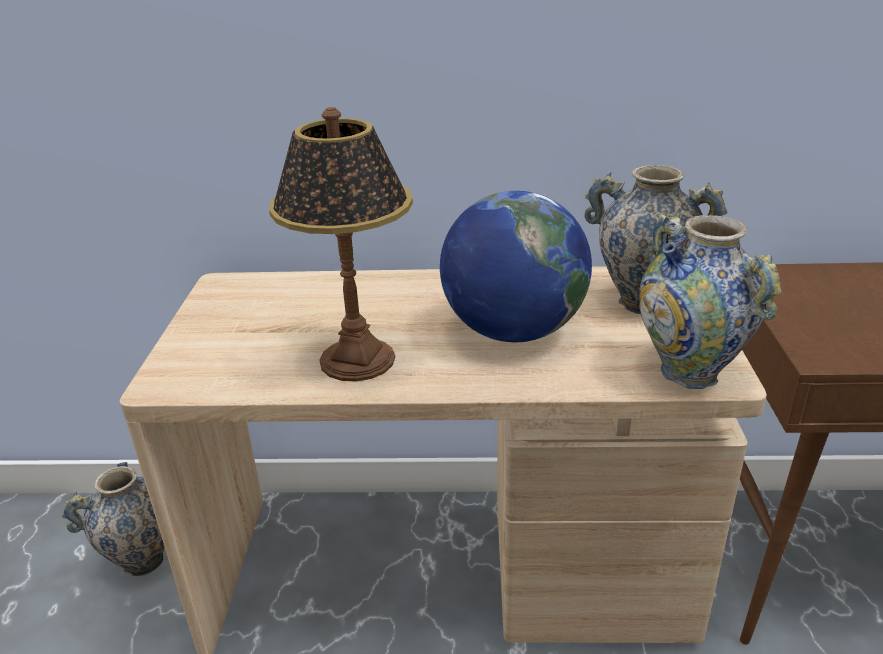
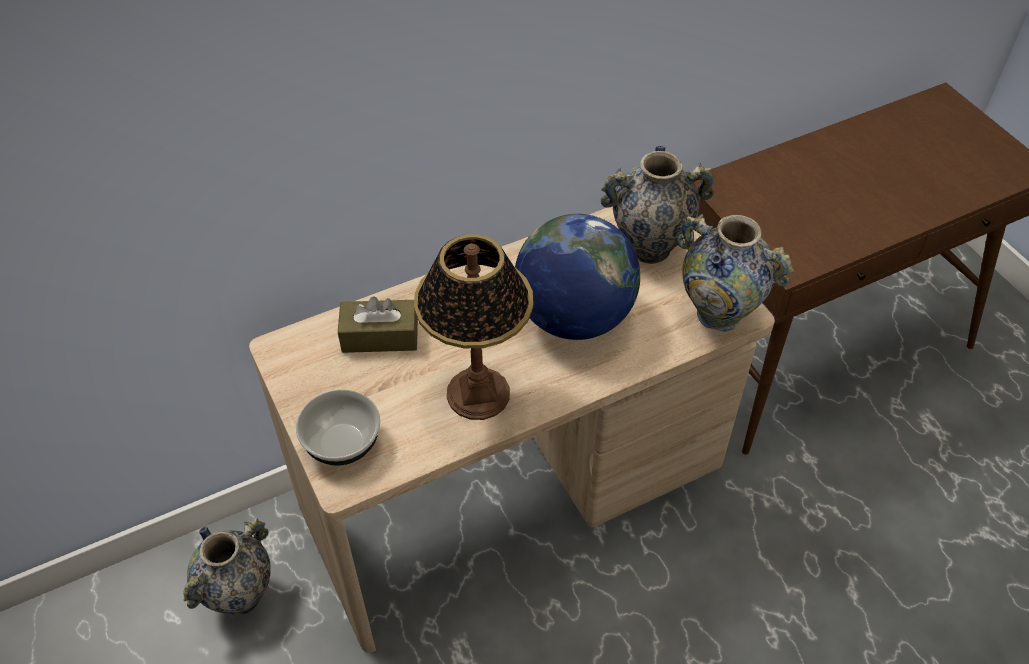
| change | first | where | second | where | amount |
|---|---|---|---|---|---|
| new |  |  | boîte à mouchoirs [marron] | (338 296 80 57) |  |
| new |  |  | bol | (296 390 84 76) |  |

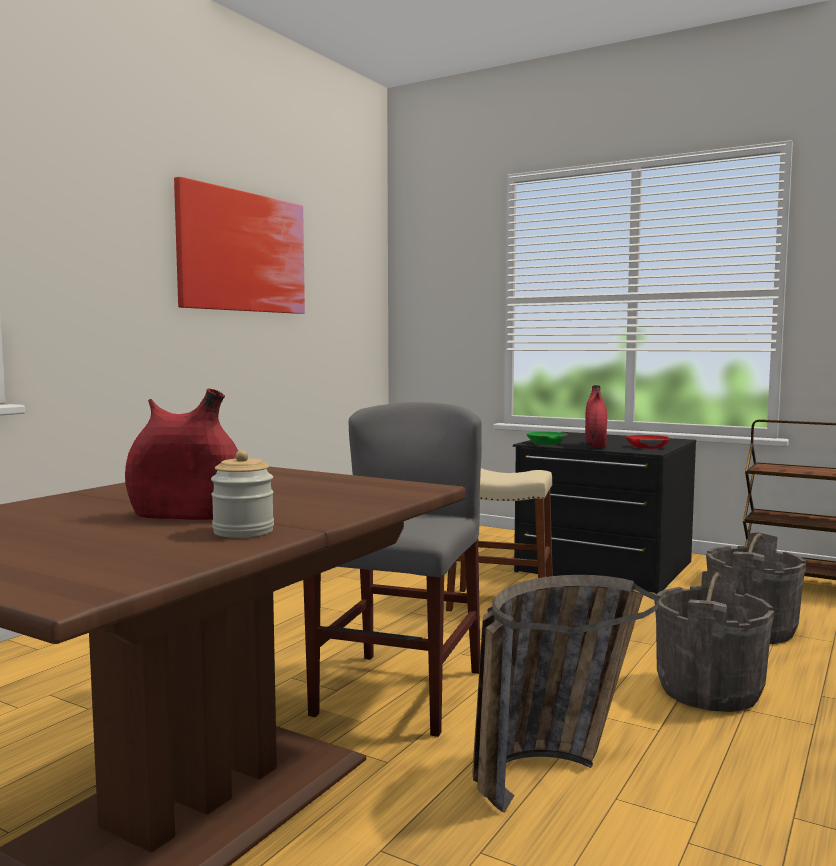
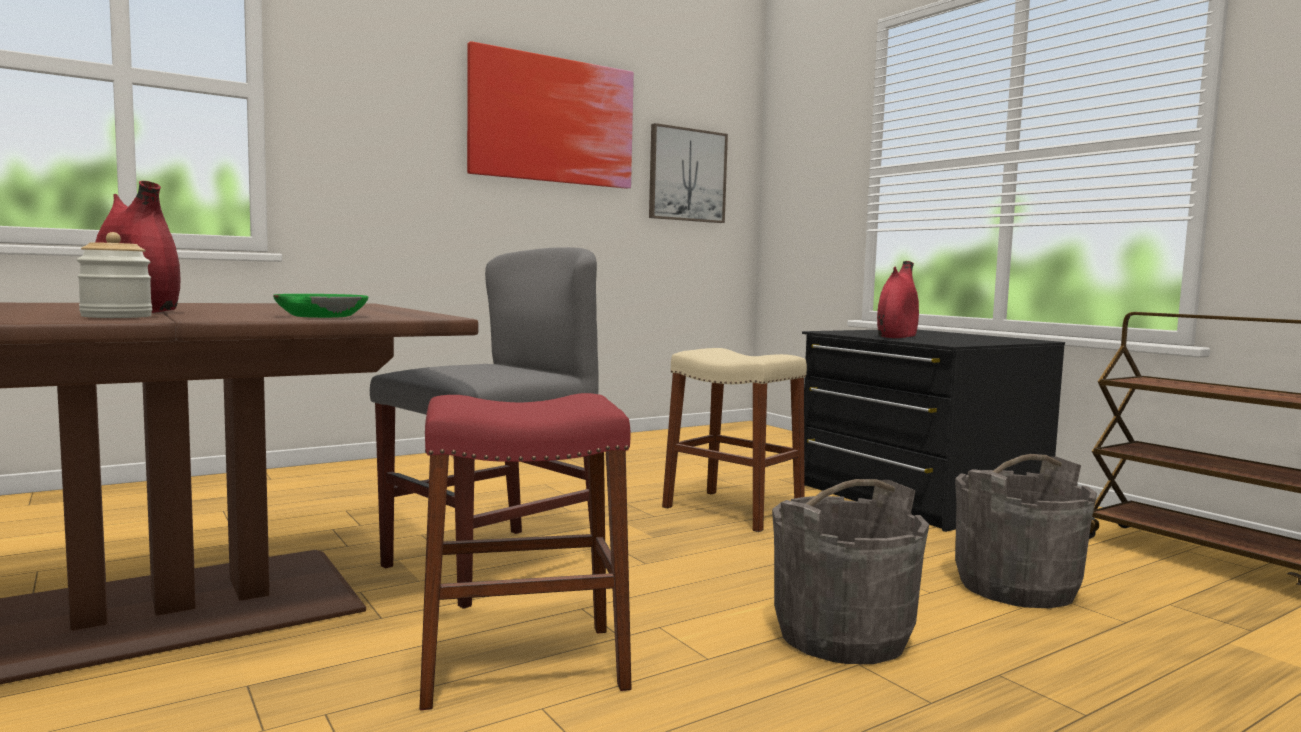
| change | first | where | second | where | amount |
|---|---|---|---|---|---|
| shifted | bol [vert] | (527 432 41 13) |  | (273 294 95 24) |  |
| gone | bol [rouge] | (626 435 44 14) |  |  |  |
| swapped | panier | (472 575 187 238) | tabouret [rouge] | (420 393 211 317) |  |
| new |  |  | tableau | (649 123 79 100) |  |

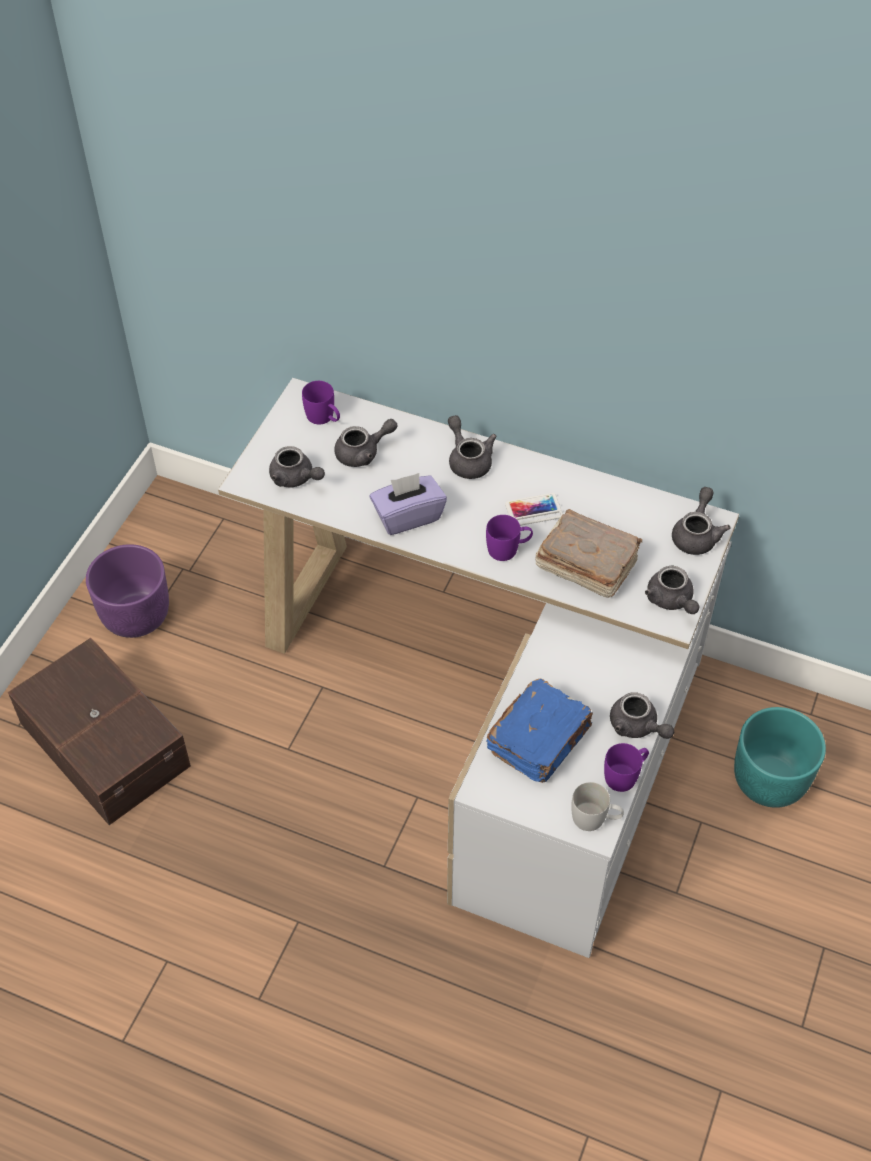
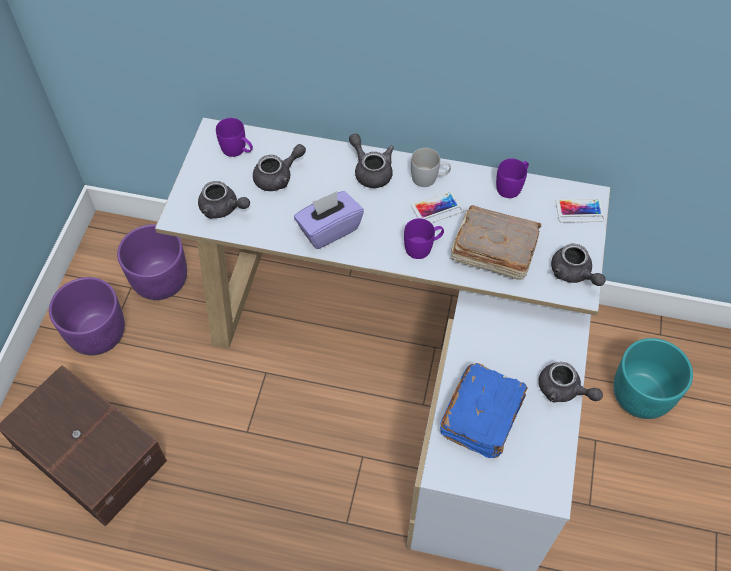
| change | first | where | second | where | amount |
|---|---|---|---|---|---|
| swapped | théière [gris] | (672 487 58 68) | téléphone | (556 198 50 25) |  |
| shifted | mug [violet] | (604 743 45 49) |  | (496 159 33 39) |  |
| shifted | mug [blanc] | (571 782 53 49) |  | (411 148 40 39) |  |
| new |  |  | cache-pot [violet] | (117 224 70 76) |  |

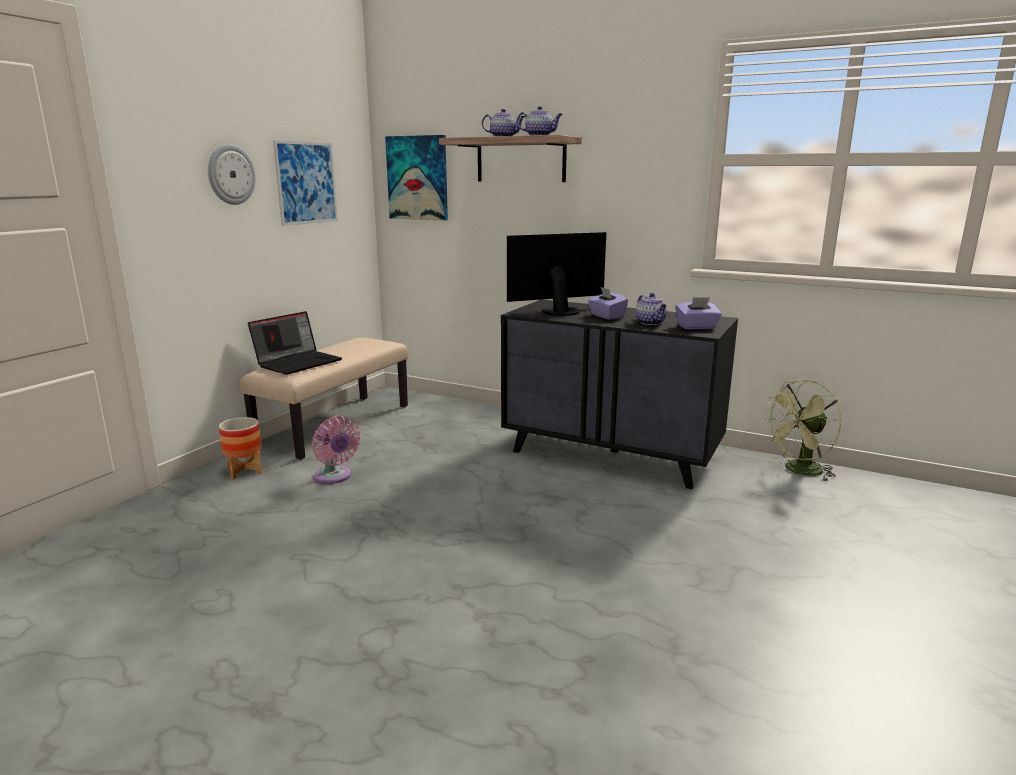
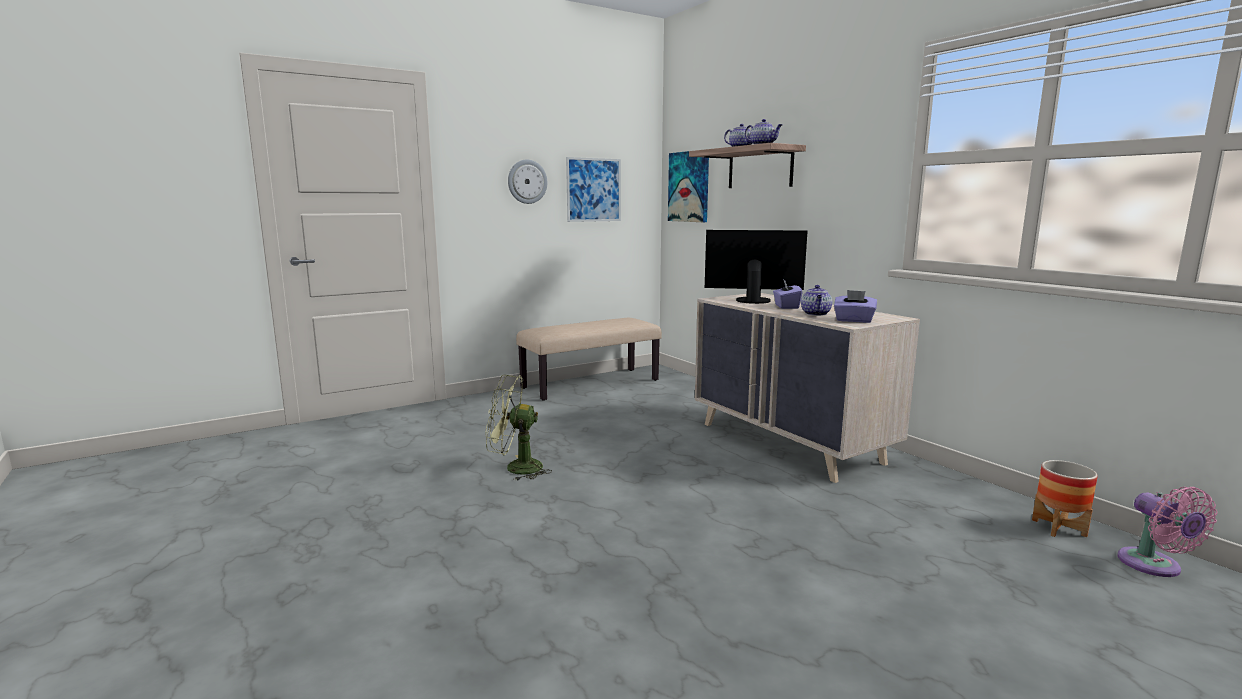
| change | first | where | second | where | amount |
|---|---|---|---|---|---|
| repainted | commode [noir] | (501 300 237 189) | commode [beige] | (695 293 225 190) |  |
| gone | ordinateur portable | (248 311 94 64) |  |  |  |
| shifted | ventilateur [vert] | (762 380 80 102) |  | (486 375 66 106) |  |
| shifted | ventilateur [rose] | (312 416 48 68) |  | (1117 487 100 90) |  |
| shifted | cache-pot | (219 417 43 62) |  | (1032 460 66 77) |  |

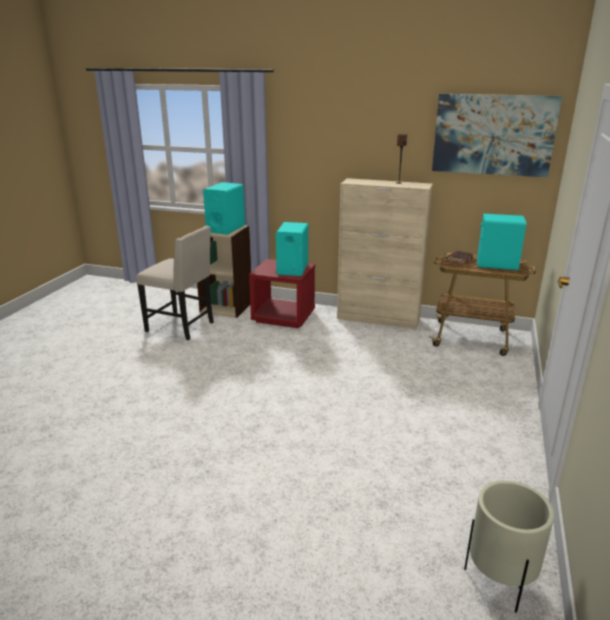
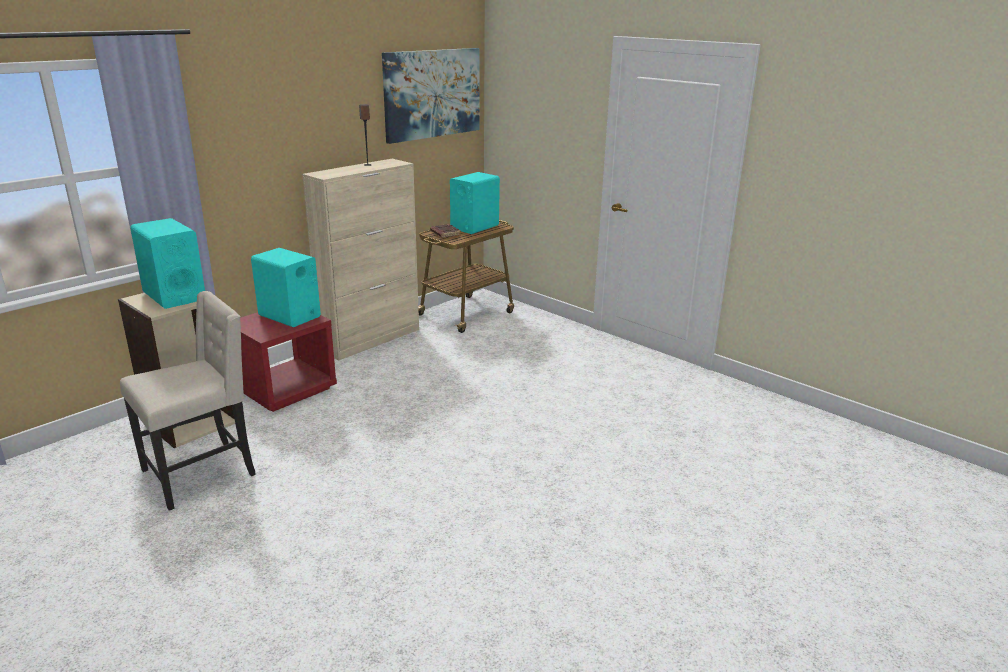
| change | first | where | second | where | amount |
|---|---|---|---|---|---|
| gone | cache-pot [beige] | (464 480 90 133) |  |  |  |

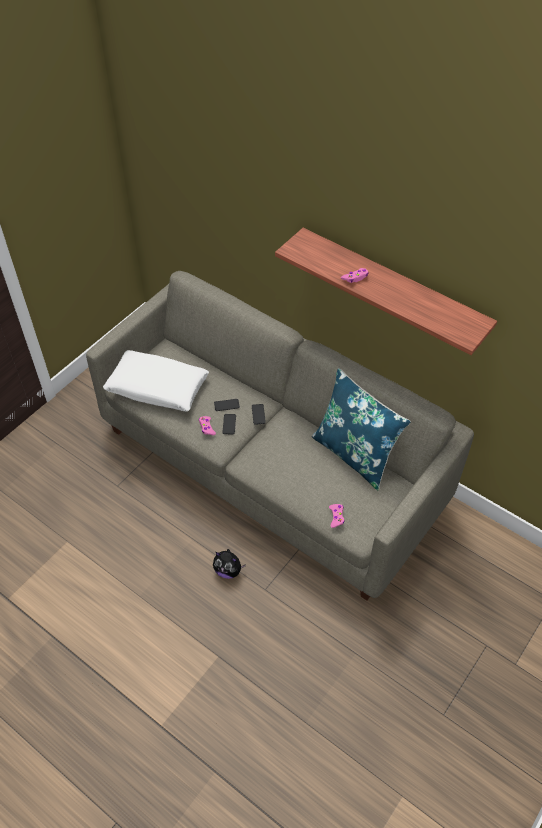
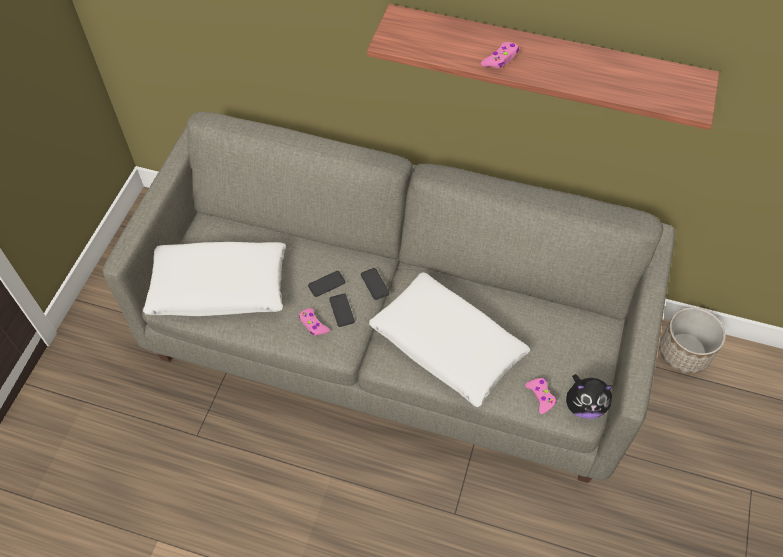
| change | first | where | second | where | amount |
|---|---|---|---|---|---|
| gone | coussin [bleu] | (312 368 99 122) |  |  |  |
| shifted | peluche | (213 549 33 30) |  | (566 374 47 45) |  |
| new |  |  | coussin [blanc] | (369 272 161 135) |  |
| new |  |  | cache-pot | (659 307 67 67) |  |

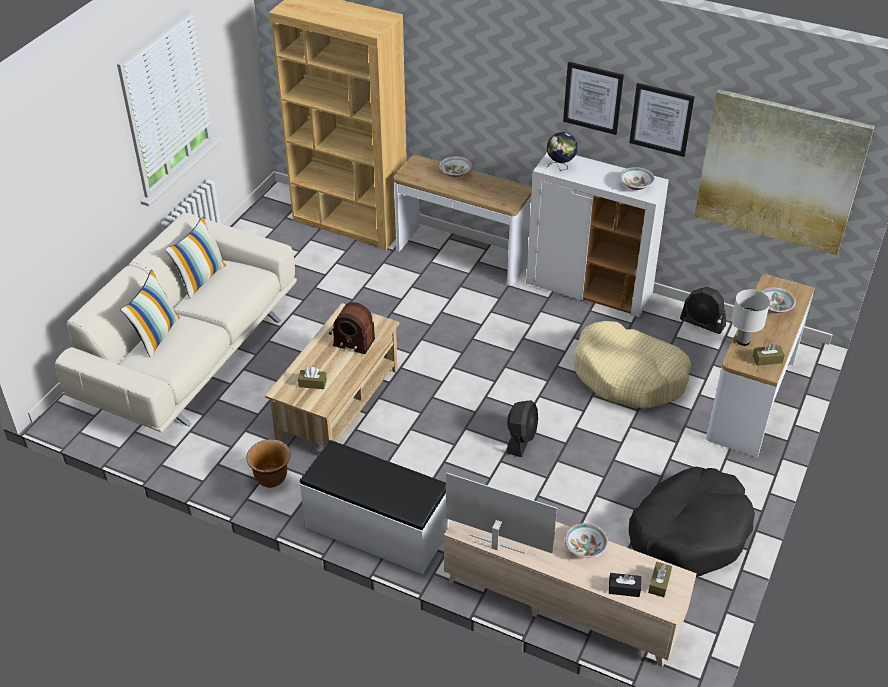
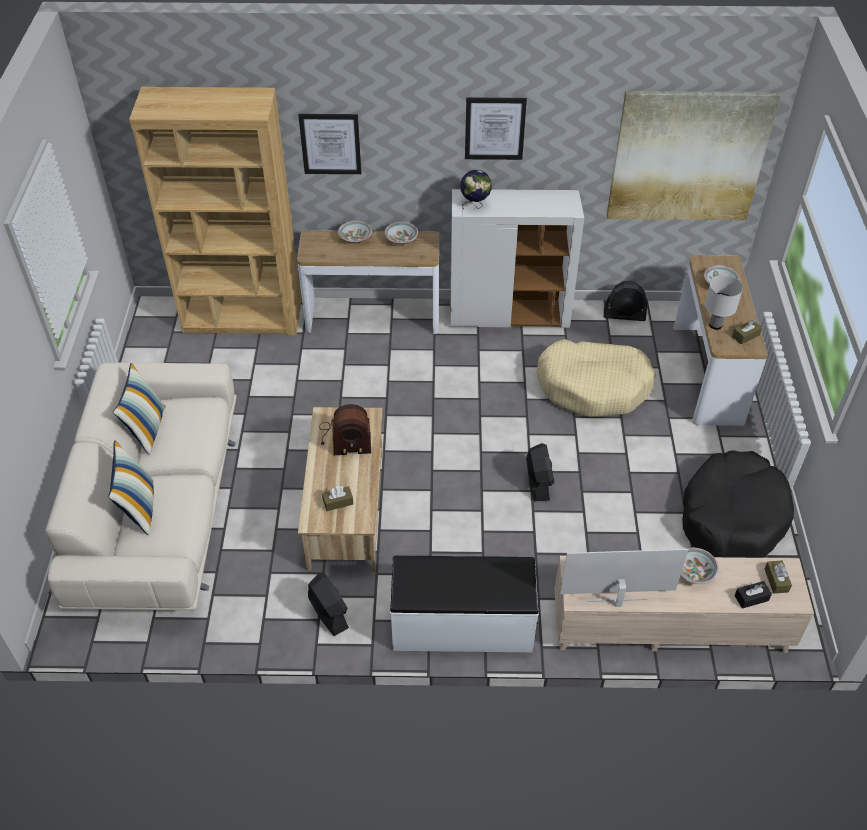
| change | first | where | second | where | amount |
|---|---|---|---|---|---|
| shifted | tableau | (629 83 66 74) |  | (298 114 63 60) |  |
| shifted | bol | (619 167 36 23) |  | (384 222 34 23) |  |
| swapped | cache-pot [marron] | (246 439 45 49) | ventilateur [noir] | (308 573 41 63) |  |

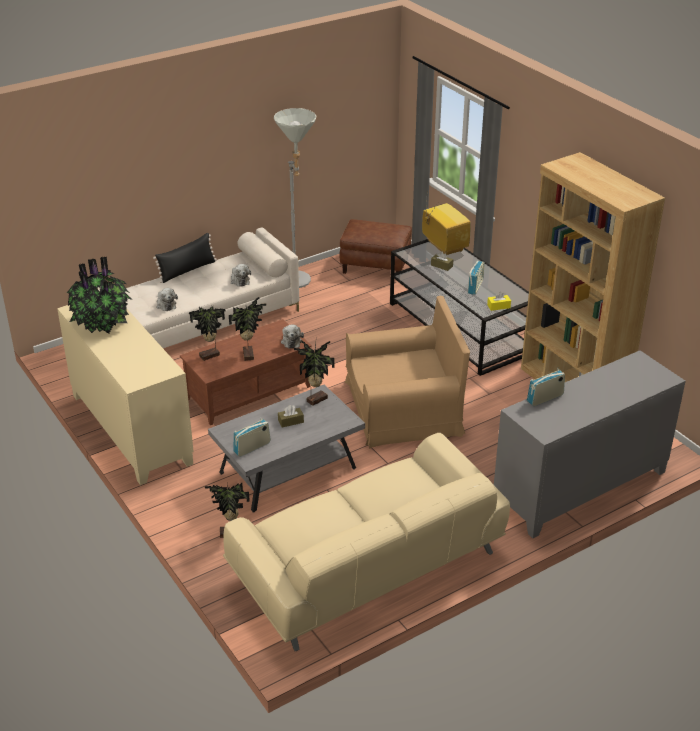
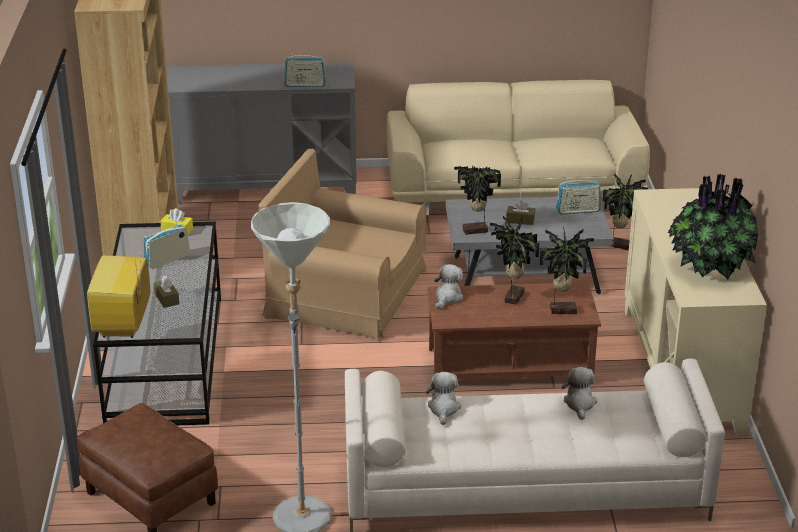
| change | first | where | second | where | amount |
|---|---|---|---|---|---|
| gone | coussin [noir] | (153 233 64 50) |  |  |  |

